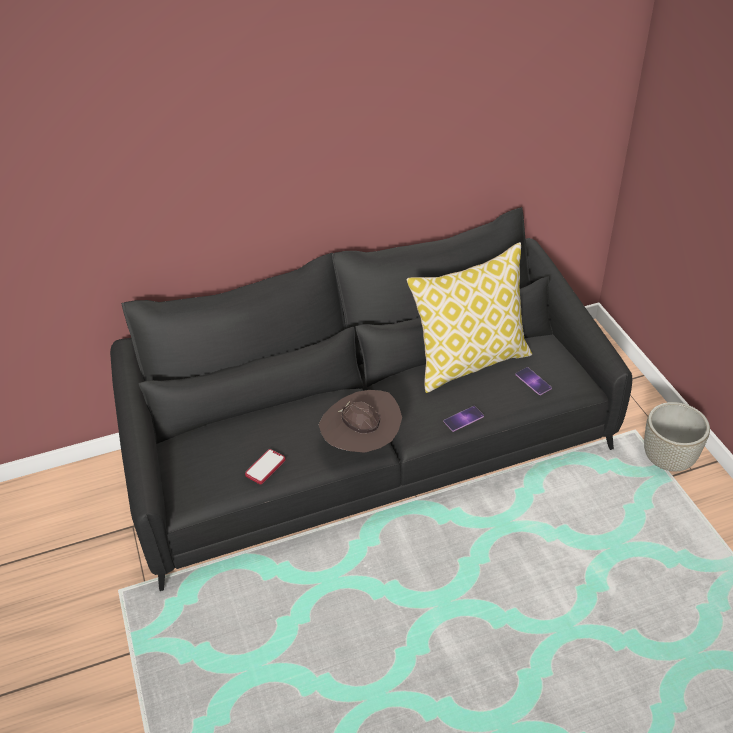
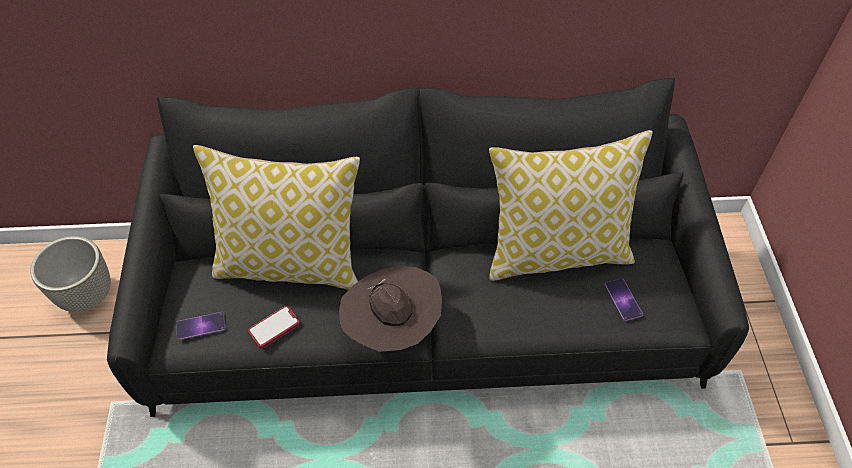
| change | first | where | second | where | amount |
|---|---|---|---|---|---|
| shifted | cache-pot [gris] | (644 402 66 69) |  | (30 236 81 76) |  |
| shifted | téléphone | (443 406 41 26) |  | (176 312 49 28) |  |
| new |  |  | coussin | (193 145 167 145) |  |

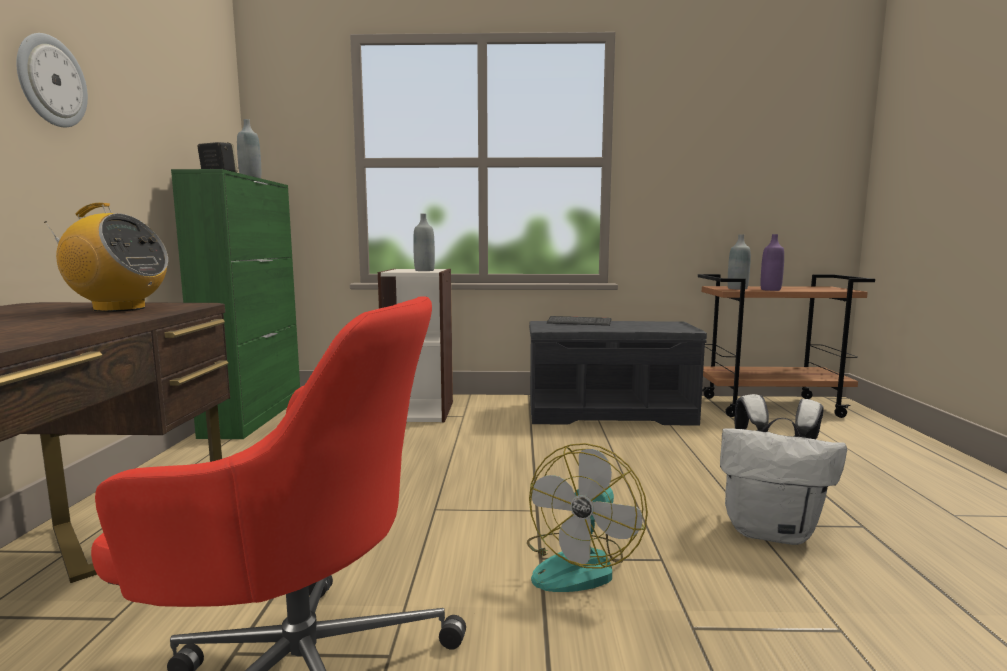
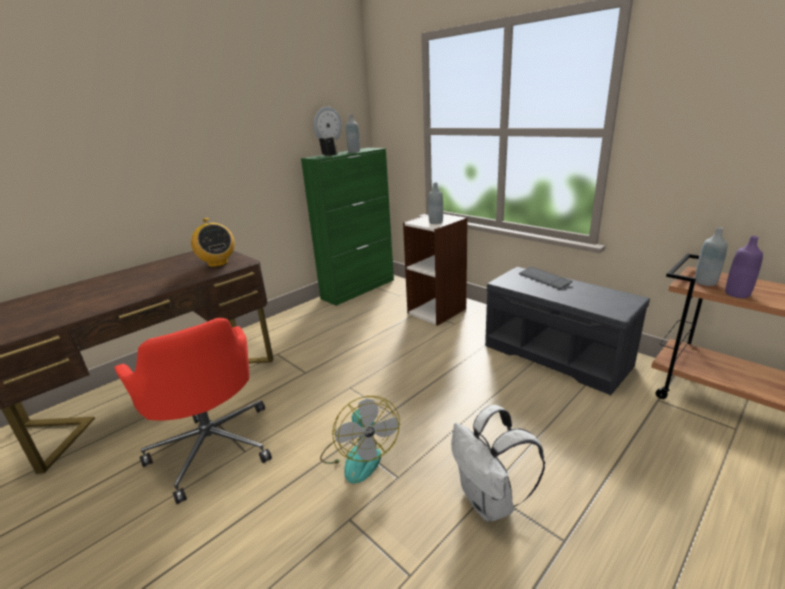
| change | first | where | second | where | amount |
|---|---|---|---|---|---|
| shifted | horloge murale | (16 33 72 94) |  | (313 106 29 35) |  |
| rotated | ventilateur | (527 443 121 149) |  | (320 396 80 88) | 90 degrees counterclockwise |

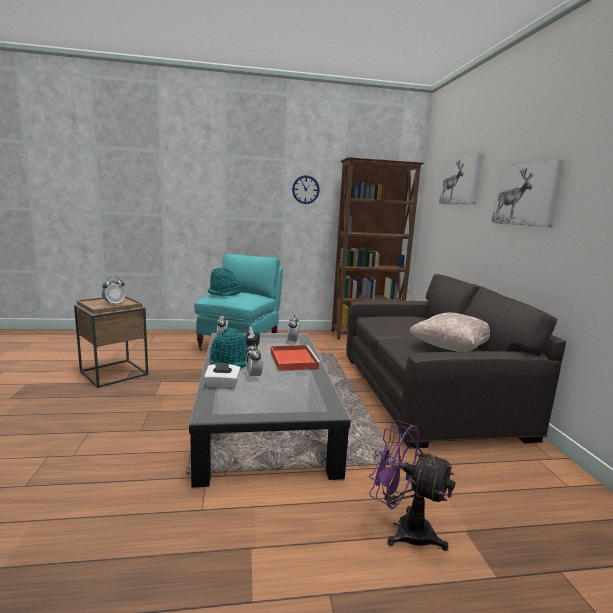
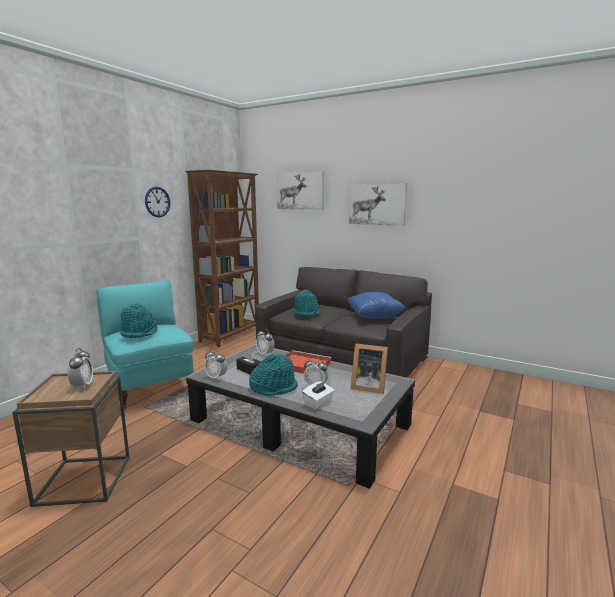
| change | first | where | second | where | amount |
|---|---|---|---|---|---|
| repainted | coussin [beige] | (409 312 81 40) | coussin [bleu] | (347 292 59 27) |  |
| gone | ventilateur [violet] | (369 420 87 131) |  |  |  |
| new |  |  | chapeau [turquoise] | (293 289 27 28) |  |
| new |  |  | cadre photo | (351 343 37 51) |  |

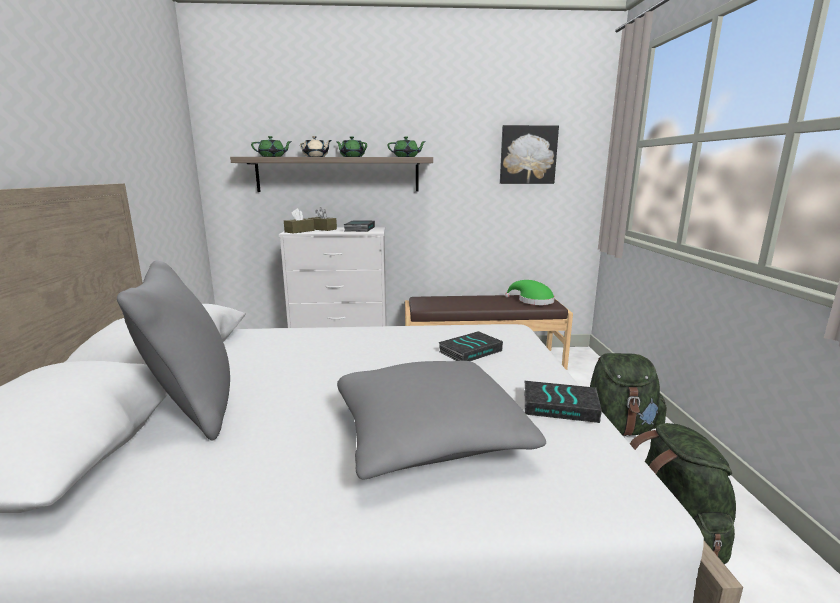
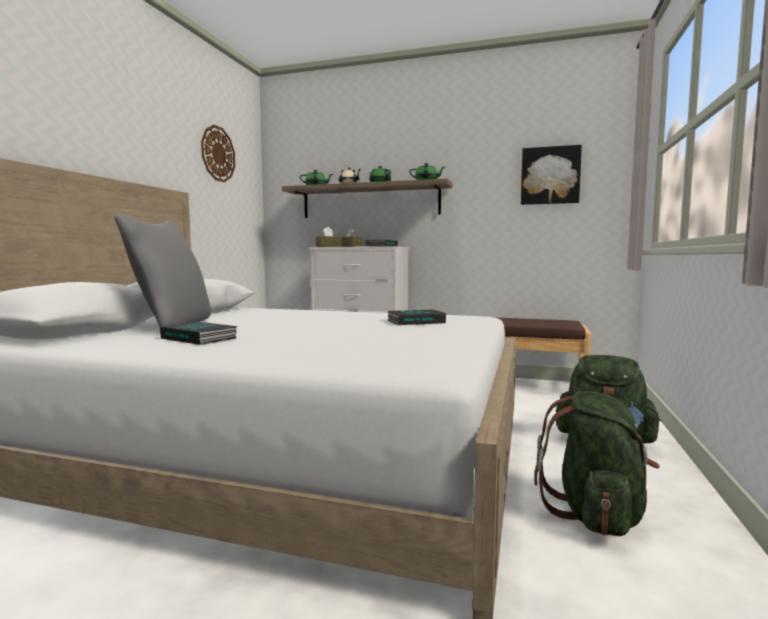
| change | first | where | second | where | amount |
|---|---|---|---|---|---|
| gone | chapeau [vert] | (505 280 50 25) |  |  |  |
| gone | coussin [gris] | (337 361 209 118) |  |  |  |
| shifted | livre | (525 381 77 42) |  | (160 322 77 23) |  |
| new |  |  | horloge murale | (201 125 34 57) |  |

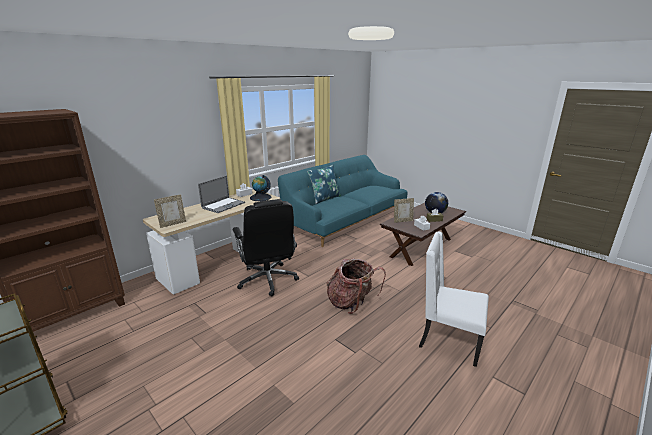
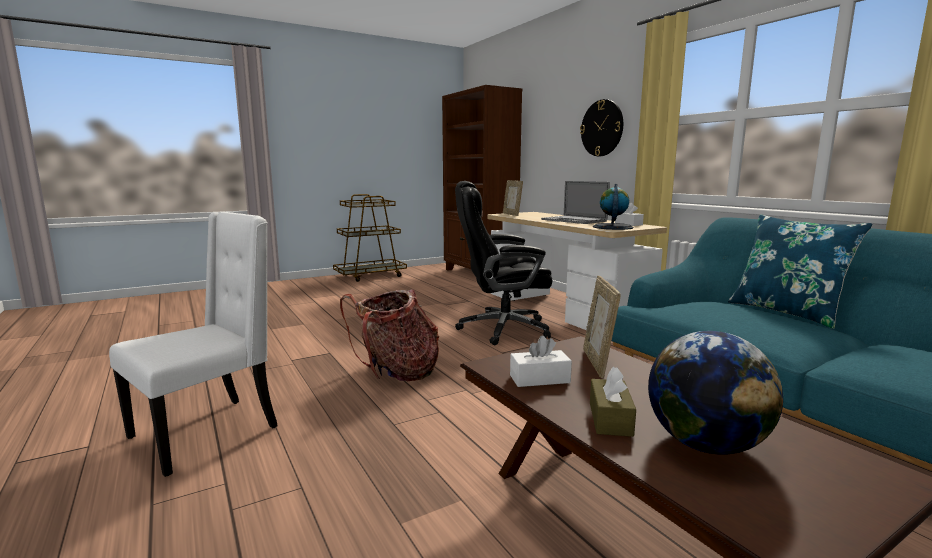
| change | first | where | second | where | amount |
|---|---|---|---|---|---|
| new |  |  | horloge murale | (580 99 43 57) |  |

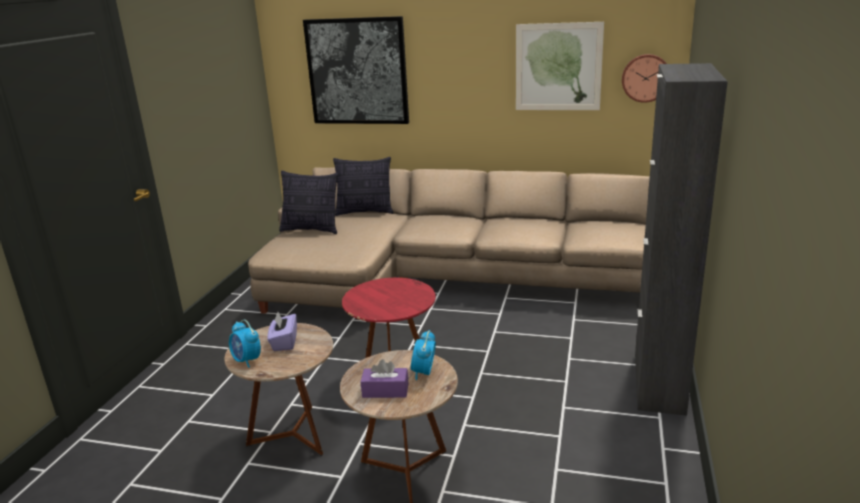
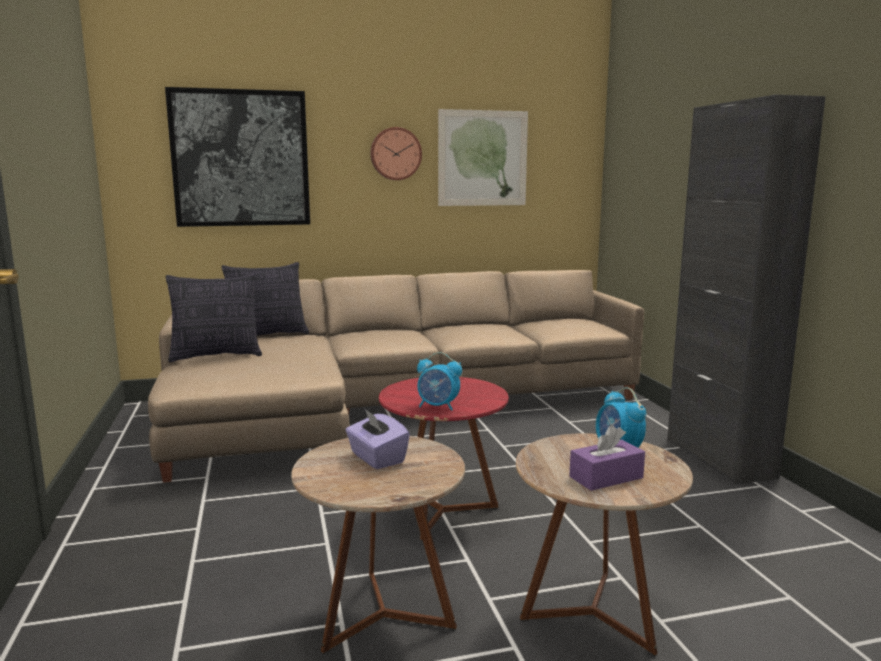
| change | first | where | second | where | amount |
|---|---|---|---|---|---|
| shifted | horloge murale | (622 54 45 49) |  | (370 127 52 53) |  |
| shifted | réveil | (229 320 32 48) |  | (417 352 45 59) |  |

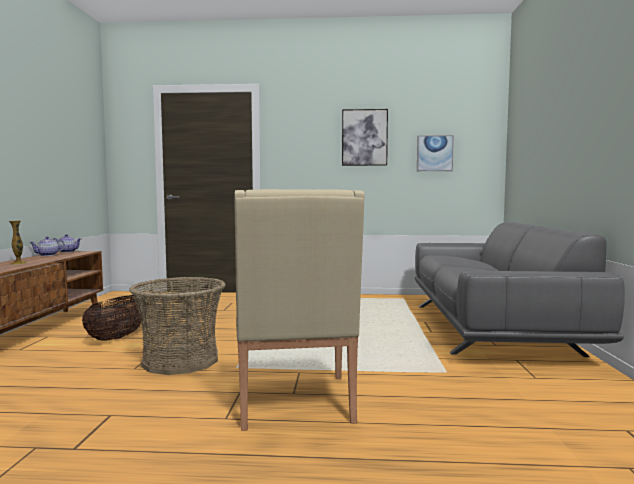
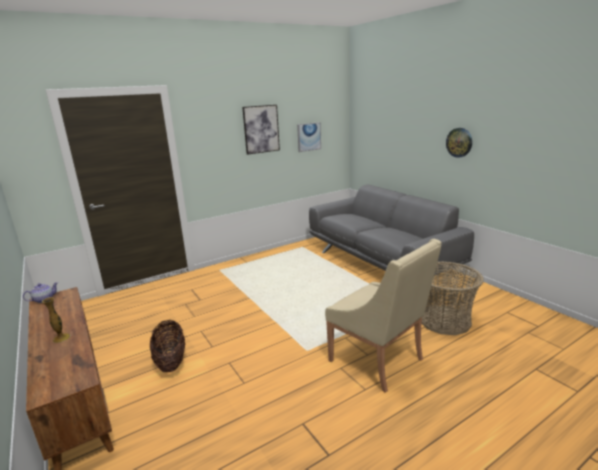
| change | first | where | second | where | amount |
|---|---|---|---|---|---|
| gone | théière | (29 237 36 19) |  |  |  |
| shifted | panier | (129 277 96 98) |  | (422 261 62 74) |  |
| new |  |  | horloge murale | (446 128 26 30) |  |

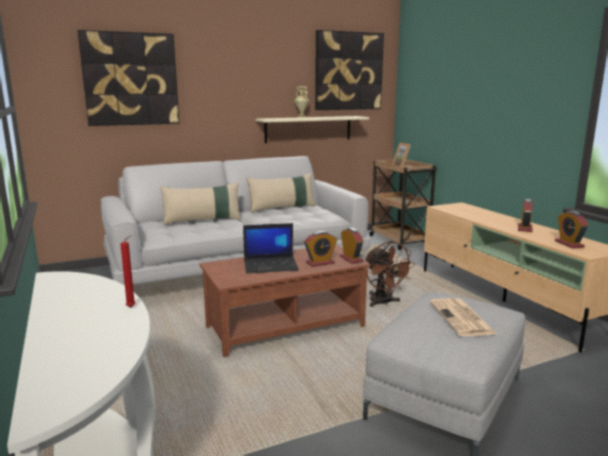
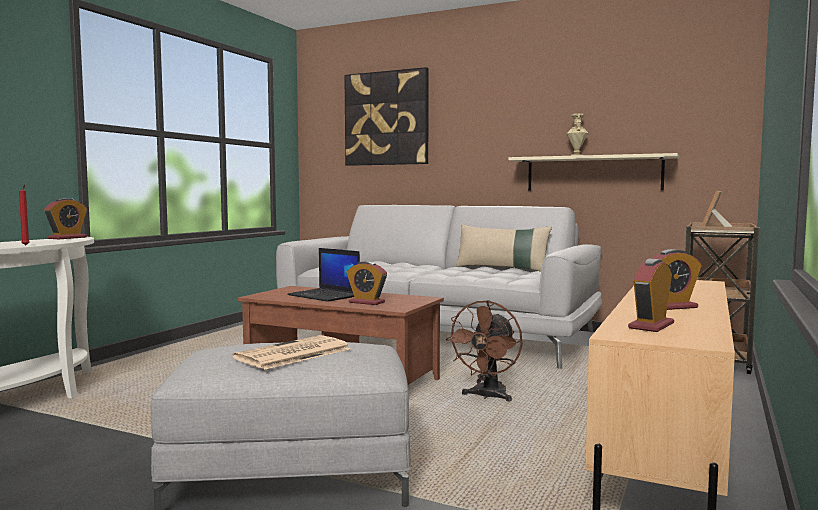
| change | first | where | second | where | amount |
|---|---|---|---|---|---|
| gone | tableau | (315 30 69 80) |  |  |  |
| gone | coussin [beige] | (160 182 81 43) |  |  |  |
| shifted | réveil | (340 228 24 36) |  | (44 198 43 41) |  |

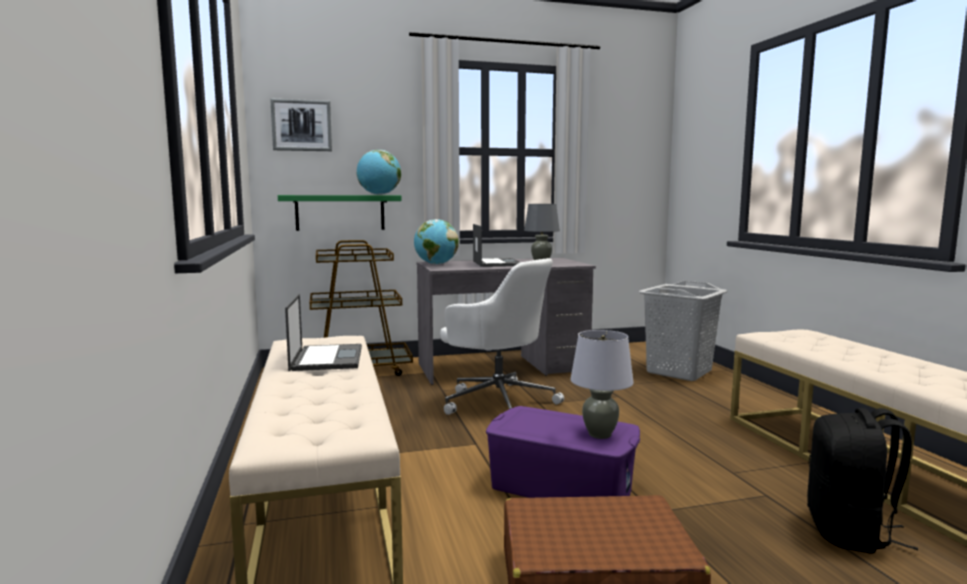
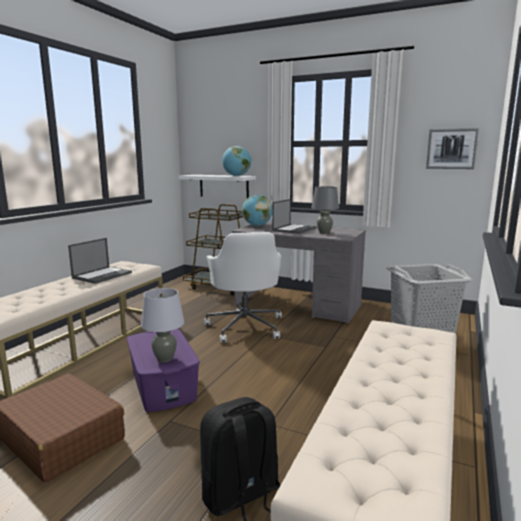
| change | first | where | second | where | amount |
|---|---|---|---|---|---|
| shifted | tableau | (270 98 62 53) |  | (426 128 53 41) |  |
| repainted | étagère [vert] | (278 195 123 36) | étagère [blanc] | (178 175 78 23) |  |

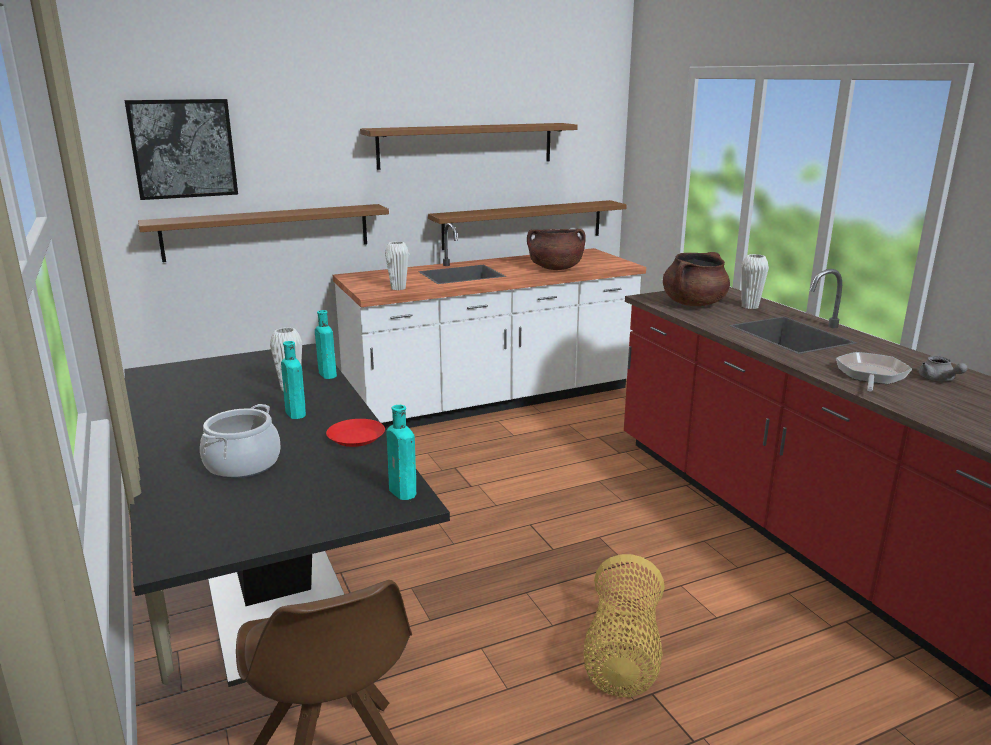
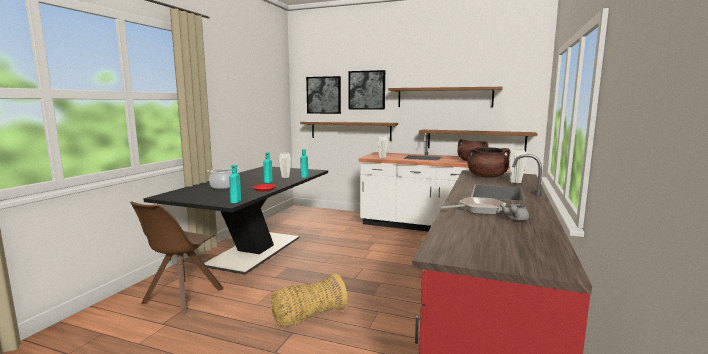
| change | first | where | second | where | amount |
|---|---|---|---|---|---|
| new |  |  | tableau | (348 70 37 40) |  |

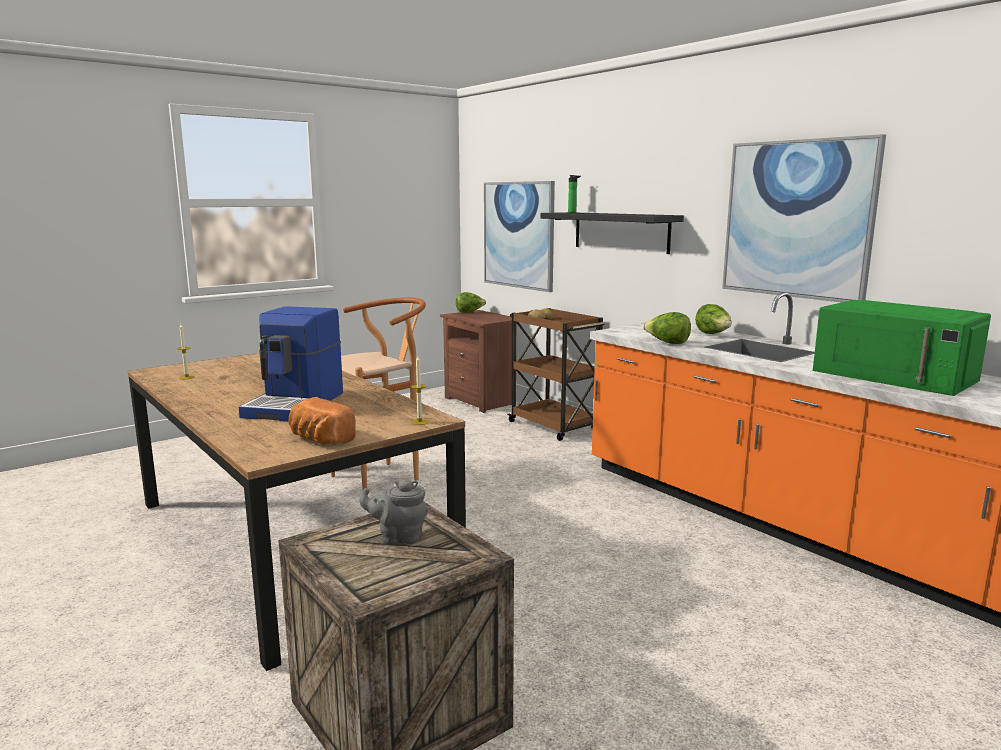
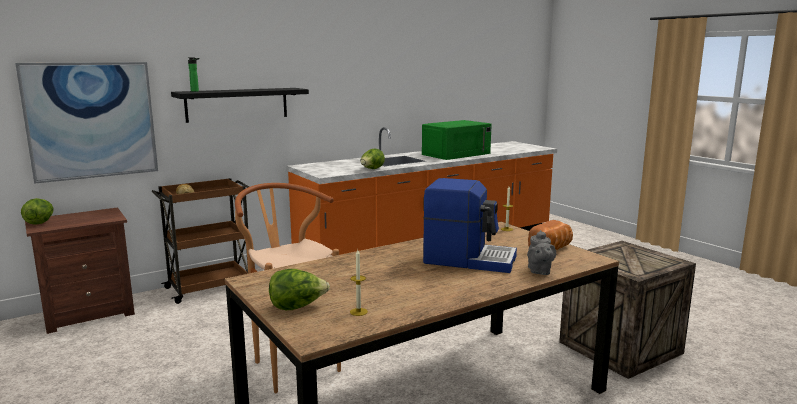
| change | first | where | second | where | amount |
|---|---|---|---|---|---|
| gone | tableau | (722 134 164 168) |  |  |  |
| shifted | laitue | (695 304 37 30) |  | (269 269 61 41) |  |
| shifted | théière [gris] | (360 479 68 66) |  | (527 230 29 45) |  |

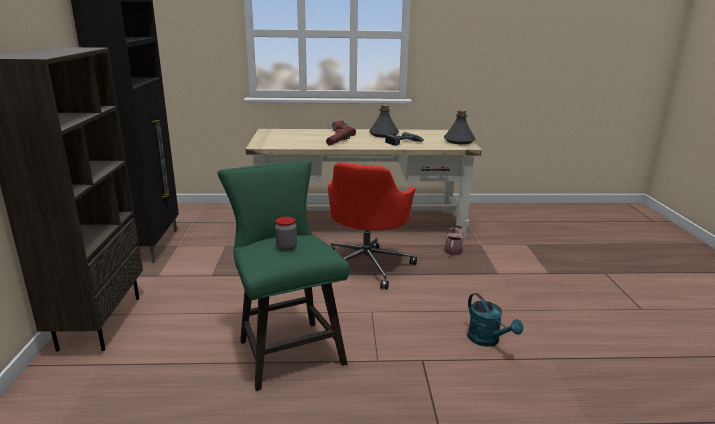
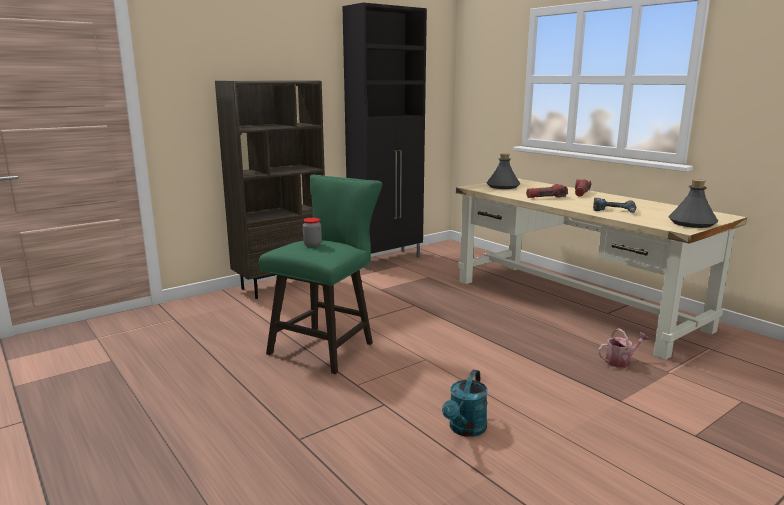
| change | first | where | second | where | amount |
|---|---|---|---|---|---|
| shifted | bouteille [gris] | (369 104 30 34) |  | (486 154 34 35) |  |
| gone | chaise de bureau [rouge] | (328 162 89 127) |  |  |  |

